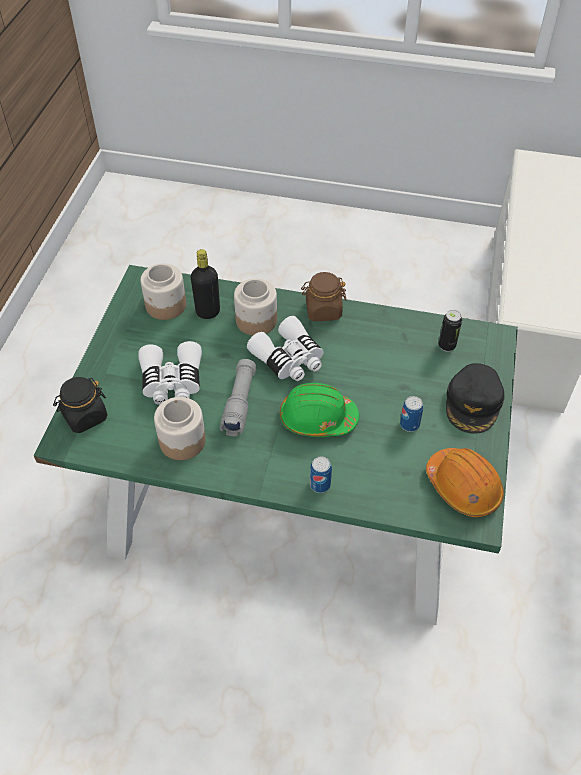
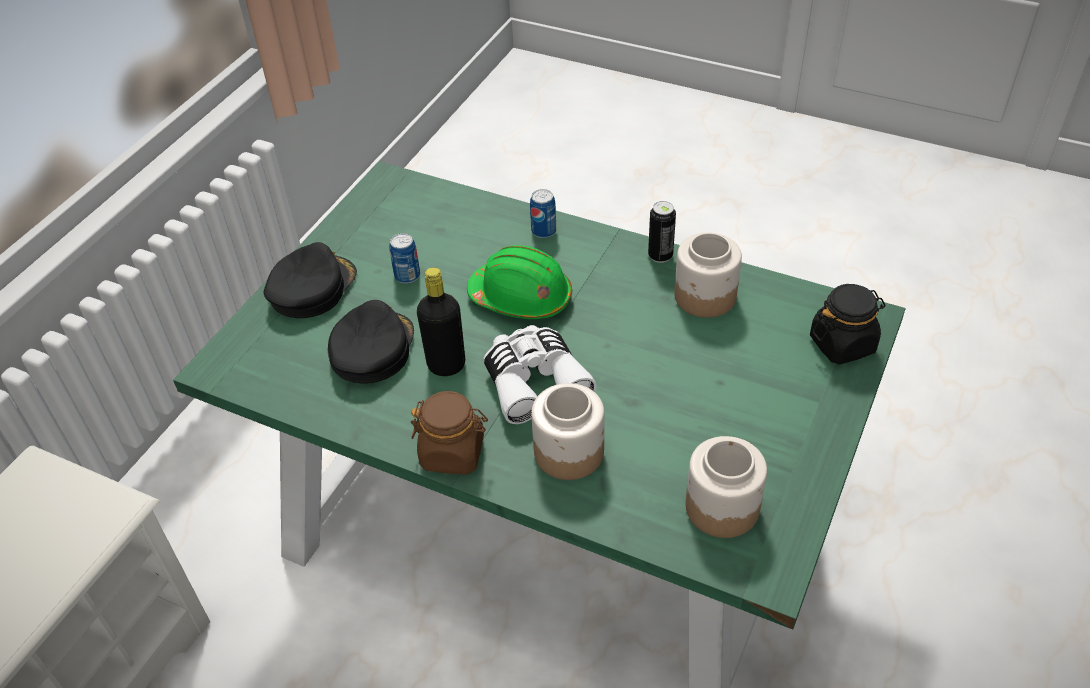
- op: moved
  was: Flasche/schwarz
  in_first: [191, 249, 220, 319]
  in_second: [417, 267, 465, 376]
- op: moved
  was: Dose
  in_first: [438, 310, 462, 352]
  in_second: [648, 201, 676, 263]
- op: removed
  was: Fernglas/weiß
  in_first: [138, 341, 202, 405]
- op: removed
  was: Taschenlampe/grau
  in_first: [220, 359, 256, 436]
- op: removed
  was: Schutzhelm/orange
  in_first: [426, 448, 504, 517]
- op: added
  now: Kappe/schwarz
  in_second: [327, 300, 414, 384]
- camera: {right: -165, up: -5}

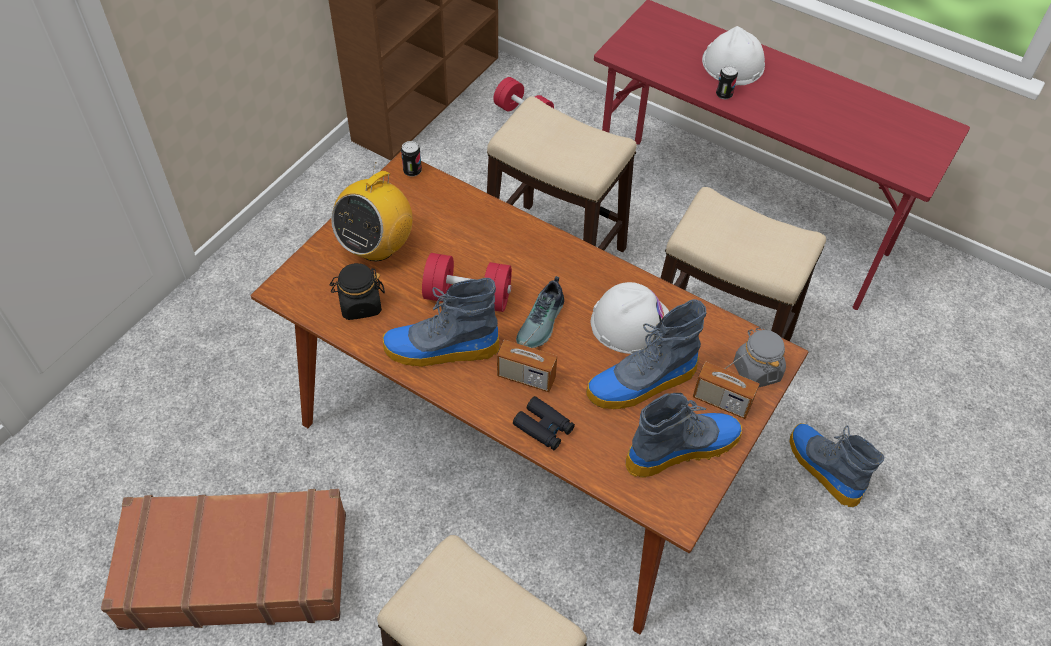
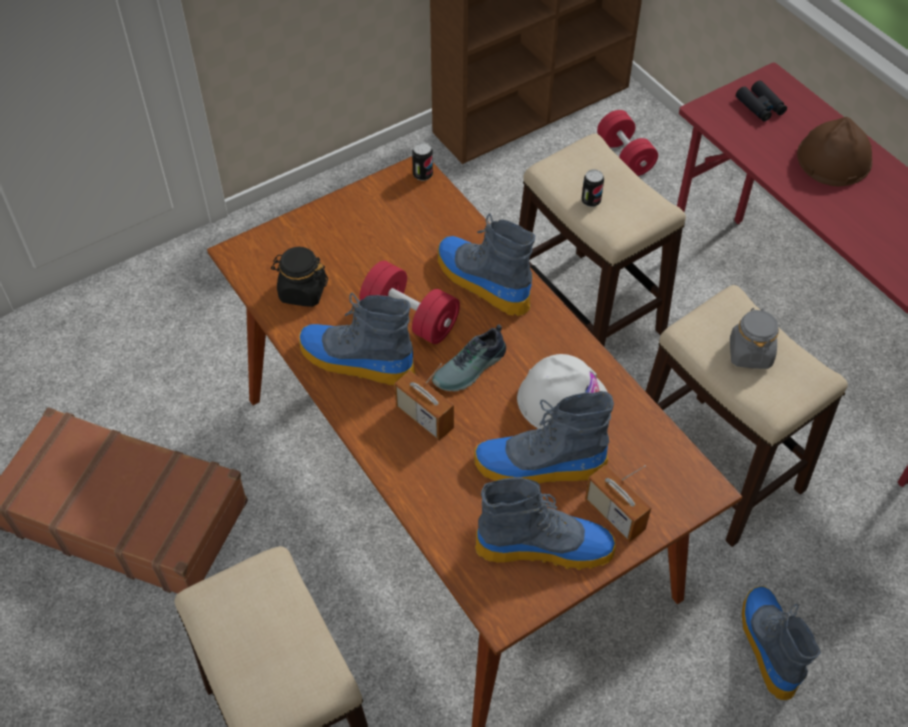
- op: recoloured
  was: Schutzhelm/weiß
  now: Schutzhelm/braun
  in_first: [702, 26, 765, 86]
  in_second: [797, 117, 872, 186]
- op: moved
  was: Dose
  in_first: [716, 65, 738, 99]
  in_second: [581, 169, 604, 207]
- op: removed
  was: Radio
  in_first: [331, 162, 413, 261]
- op: moved
  was: Vorratsglas/grau
  in_first: [733, 327, 786, 388]
  in_second: [730, 308, 779, 369]
- op: moved
  was: Fernglas/schwarz
  in_first: [513, 396, 575, 450]
  in_second: [736, 80, 787, 122]
- op: added
  now: Stiefel
  in_second: [438, 213, 535, 316]
- camera: {right: 25, up: 0}

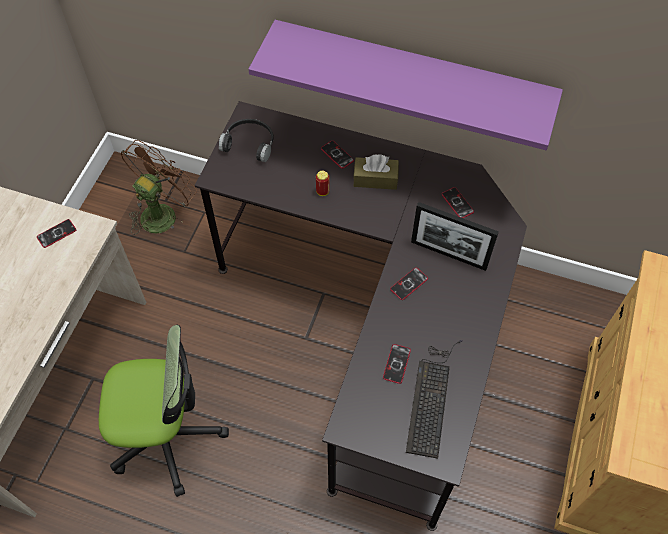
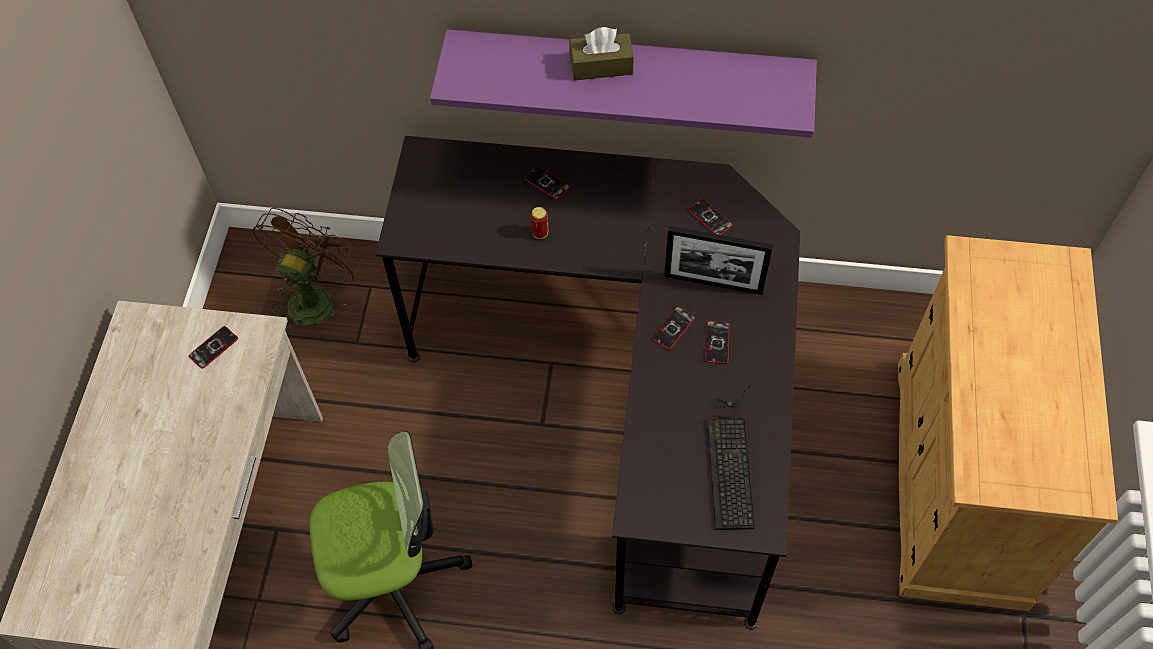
- op: removed
  was: Kopfhörer/schwarz
  in_first: [219, 119, 274, 162]
- op: moved
  was: Taschentuchbox/braun
  in_first: [353, 154, 399, 190]
  in_second: [569, 27, 634, 81]
- op: moved
  was: Handy
  in_first: [383, 344, 411, 384]
  in_second: [705, 321, 730, 364]
- camera: {right: -10, up: 0}

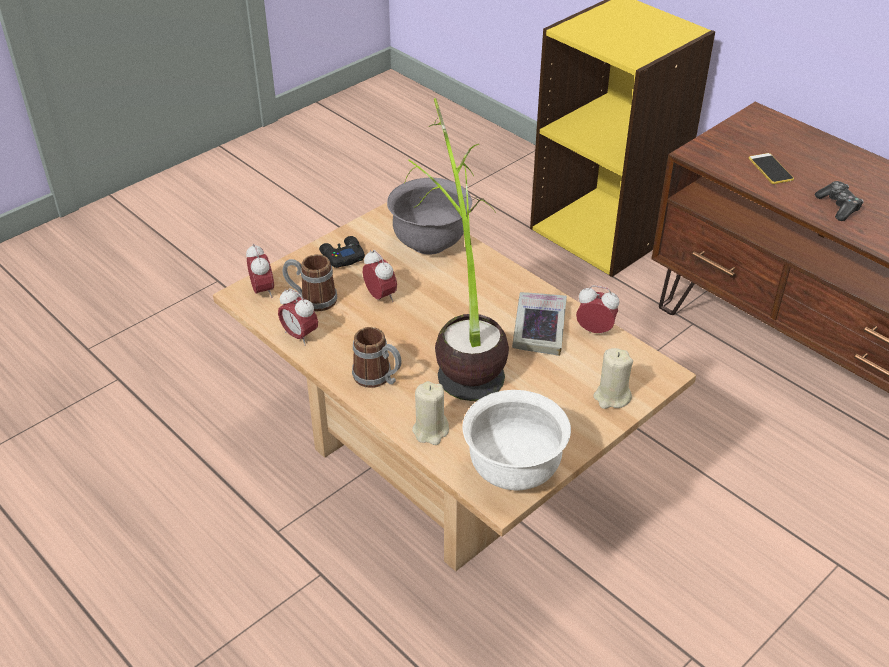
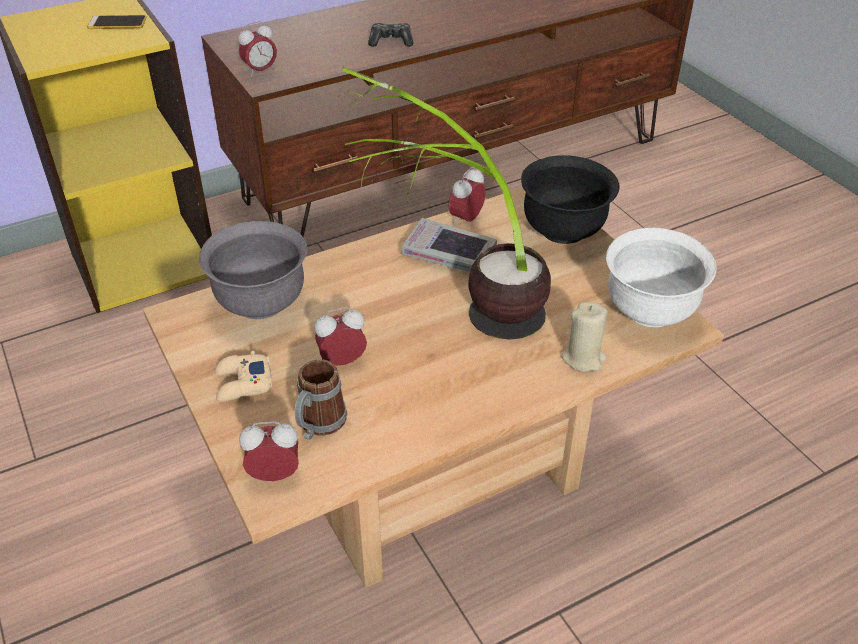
- op: moved
  was: Handy
  in_first: [749, 153, 794, 184]
  in_second: [87, 15, 147, 29]
- op: recoloured
  was: Gamepad/schwarz
  now: Gamepad/beige
  in_first: [319, 236, 365, 268]
  in_second: [215, 351, 272, 402]
- op: moved
  was: Wecker
  in_first: [278, 288, 318, 346]
  in_second: [238, 21, 277, 77]
- op: removed
  was: Henkelbecher
  in_first: [352, 327, 401, 388]
- op: replaced
  was: Kerze/beige
  now: Schüssel/schwarz
  in_first: [593, 348, 633, 409]
  in_second: [521, 155, 620, 244]
- camera: {right: -75, up: 0}

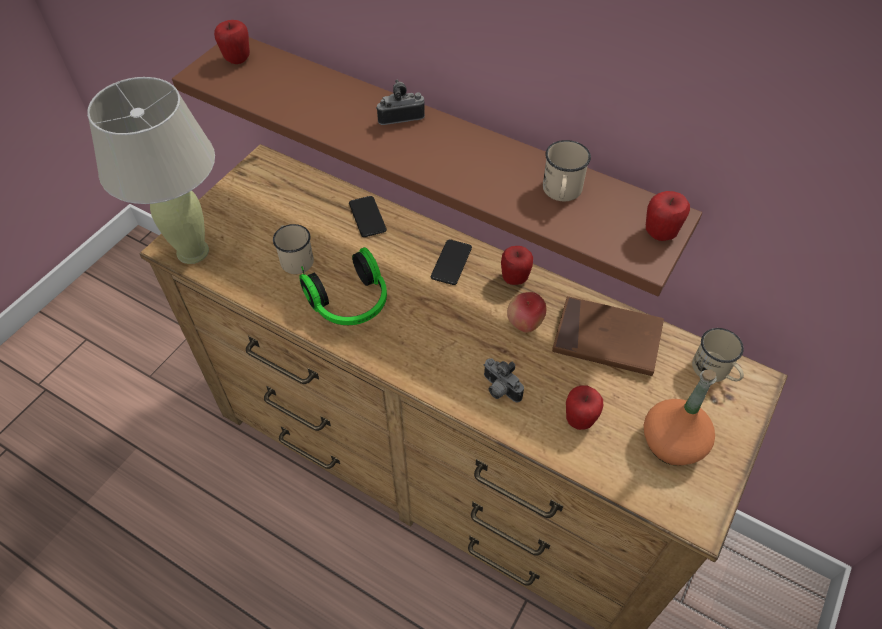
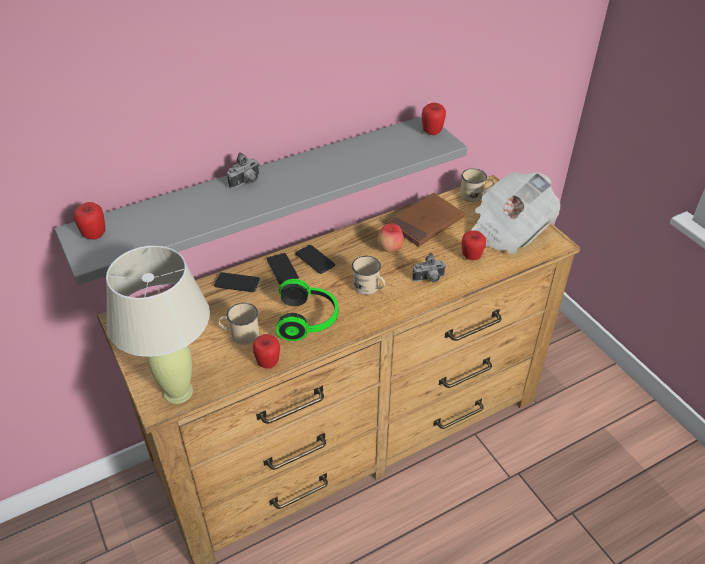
- op: recoloured
  was: Wandregal/braun
  now: Wandregal/grau
  in_first: [172, 37, 702, 296]
  in_second: [55, 116, 467, 285]
- op: turned
  was: Kamera
  in_first: [376, 80, 425, 125]
  in_second: [227, 152, 259, 188]
  clockwise: -150
- op: moved
  was: Henkelbecher/beige
  in_first: [543, 140, 591, 201]
  in_second: [352, 256, 385, 295]
- op: moved
  was: Apfel
  in_first: [501, 246, 533, 285]
  in_second: [253, 334, 280, 369]
- op: replaced
  was: Flasche/orange
  now: Zeitung
  in_first: [644, 369, 717, 466]
  in_second: [470, 172, 560, 254]
- op: added
  now: Handy
  in_second: [267, 253, 299, 284]
- camera: {right: -60, up: -10}

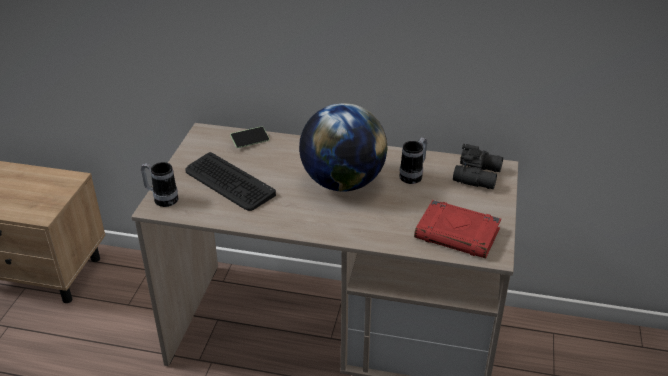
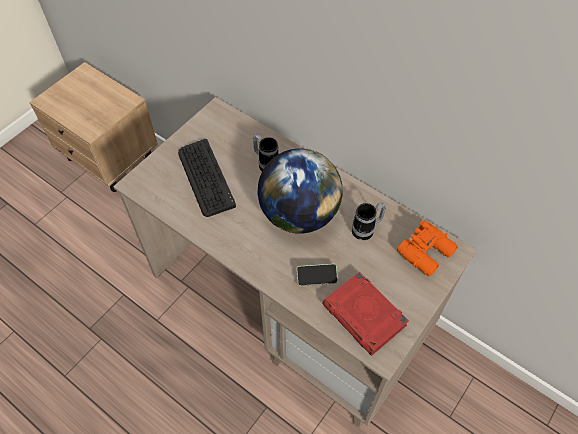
- op: moved
  was: Handy
  in_first: [230, 126, 270, 148]
  in_second: [297, 264, 338, 286]
- op: recoloured
  was: Fernglas/schwarz
  now: Fernglas/orange
  in_first: [453, 144, 503, 189]
  in_second: [397, 220, 458, 277]
- op: moved
  was: Henkelbecher
  in_first: [141, 162, 178, 207]
  in_second: [253, 134, 278, 171]
- camera: {right: 25, up: 20}

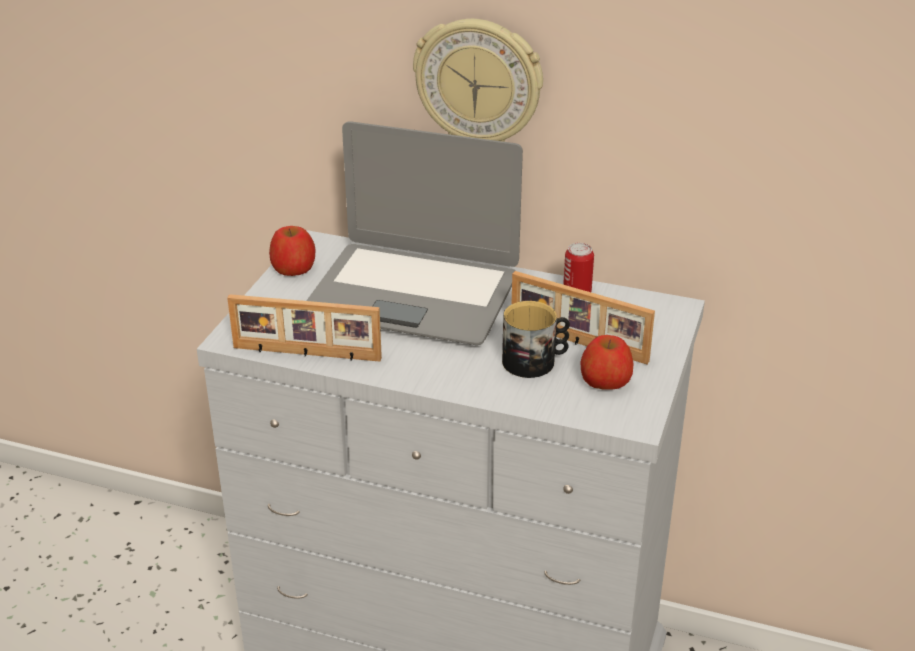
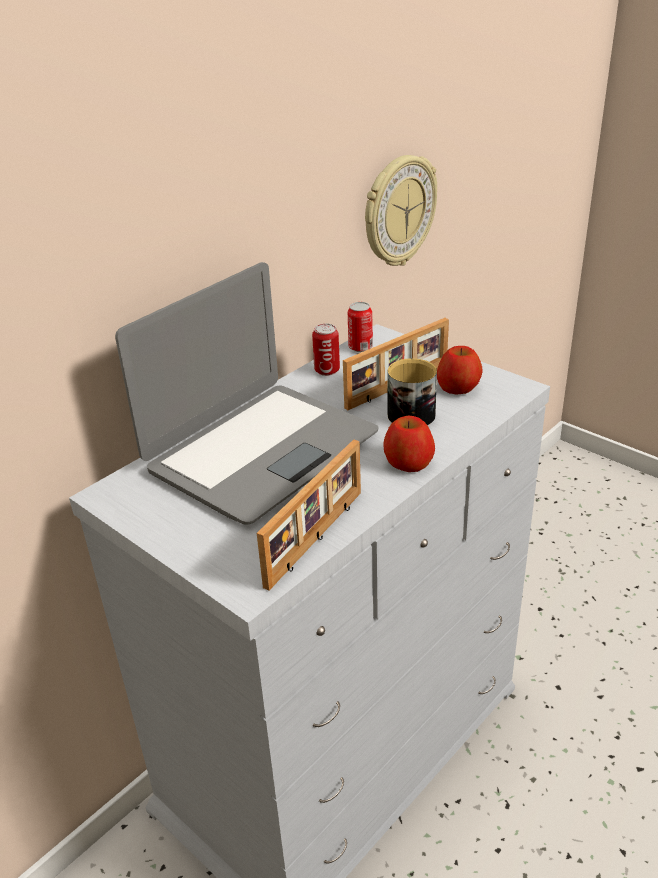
- op: moved
  was: Wanduhr
  in_first: [413, 19, 543, 142]
  in_second: [365, 155, 437, 266]
- op: moved
  was: Apfel
  in_first: [269, 226, 315, 276]
  in_second: [383, 415, 435, 472]
- op: added
  now: Dose
  in_second: [348, 302, 373, 352]
- camera: {right: -65, up: 0}

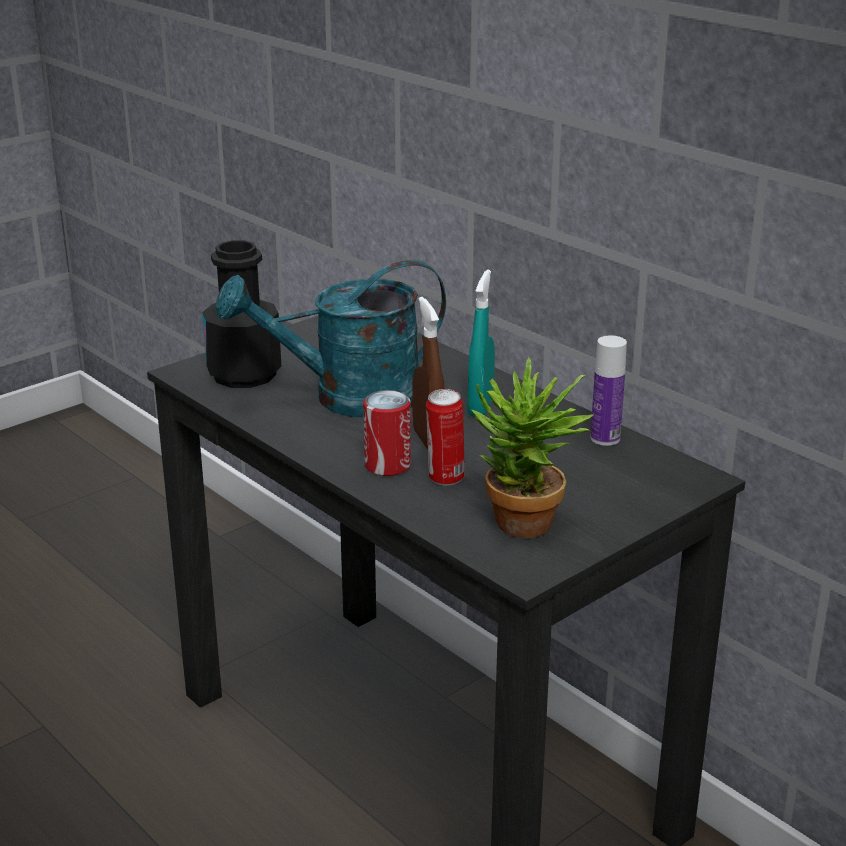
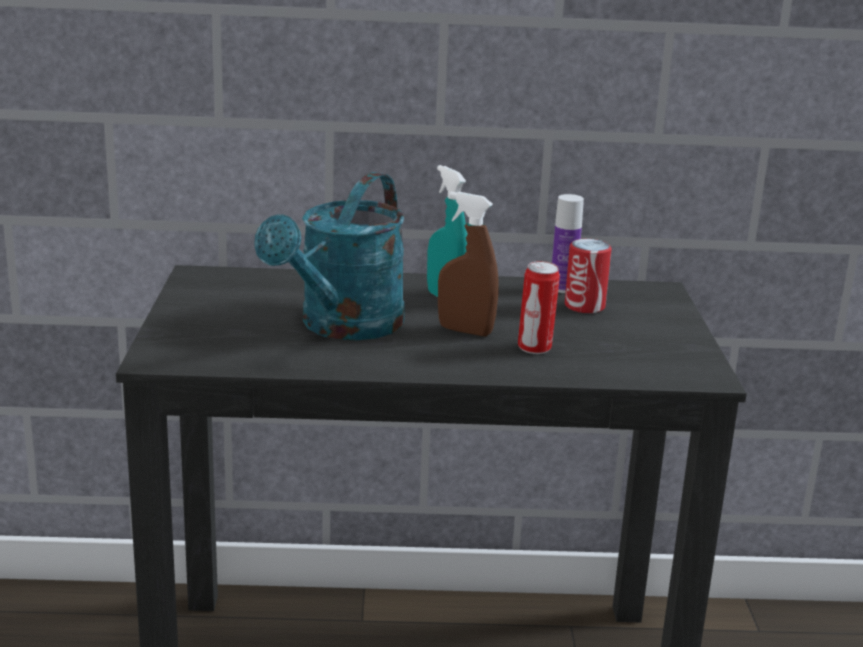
- op: removed
  was: Flasche/schwarz
  in_first: [202, 240, 281, 388]
- op: removed
  was: Topfpflanze
  in_first: [471, 358, 594, 538]
- op: moved
  was: Dose
  in_first: [363, 390, 411, 476]
  in_second: [565, 239, 612, 313]
- camera: {right: -50, up: -5}

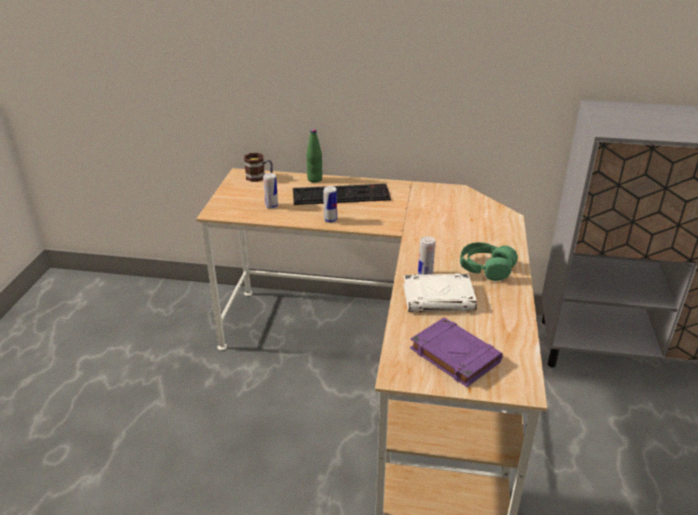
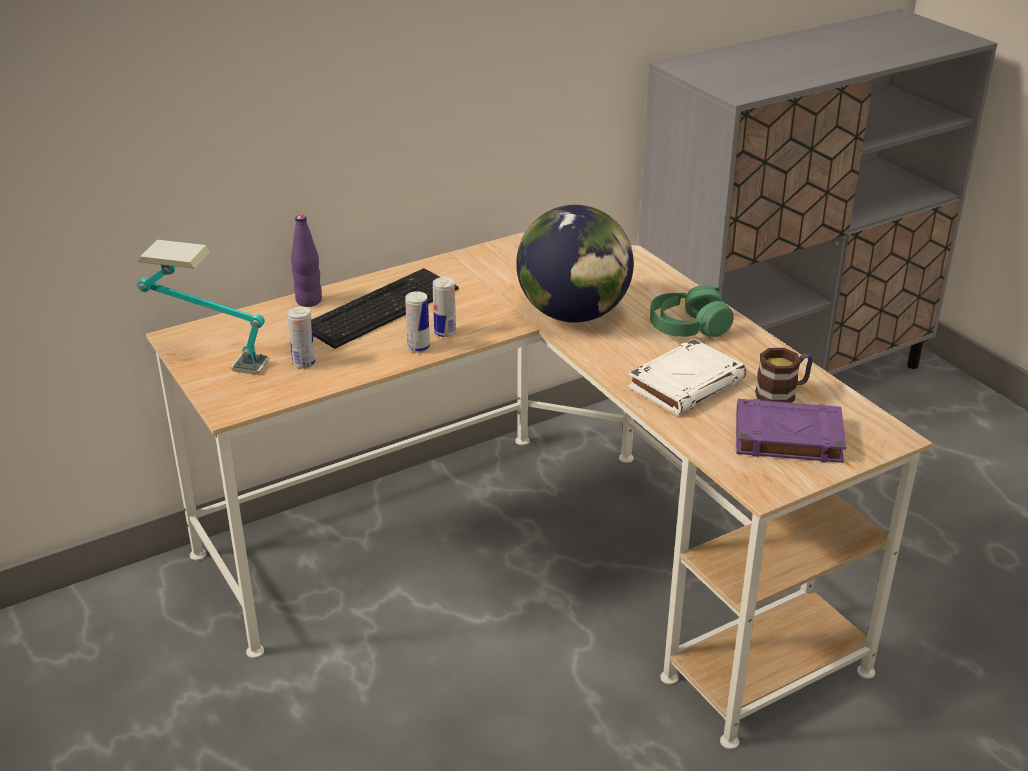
- op: recoloured
  was: Flasche/grün
  now: Flasche/lila
  in_first: [306, 129, 323, 183]
  in_second: [291, 215, 322, 307]
- op: moved
  was: Henkelbecher
  in_first: [244, 153, 273, 182]
  in_second: [755, 348, 813, 403]
- op: moved
  was: Dose
  in_first: [418, 236, 436, 275]
  in_second: [432, 277, 456, 337]
- op: added
  now: Globus
  in_second: [516, 205, 634, 323]
- op: added
  now: Tischlampe
  in_second: [137, 239, 270, 375]
- camera: {right: -40, up: 0}

